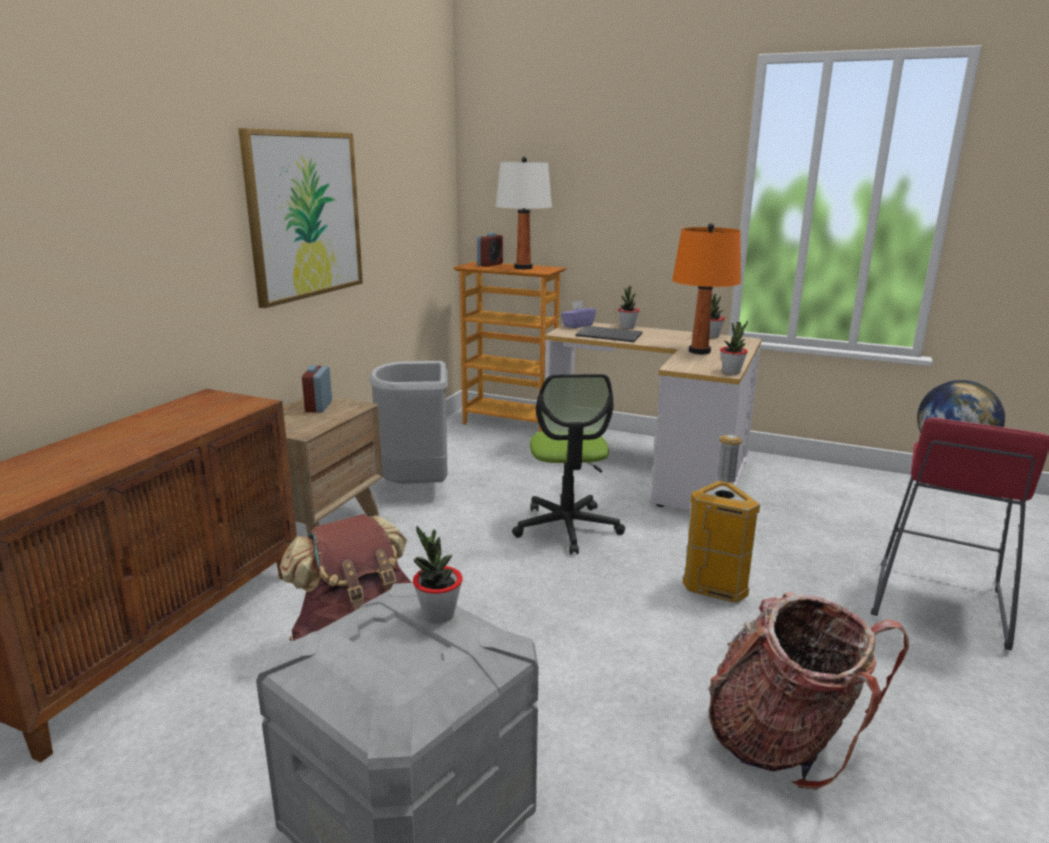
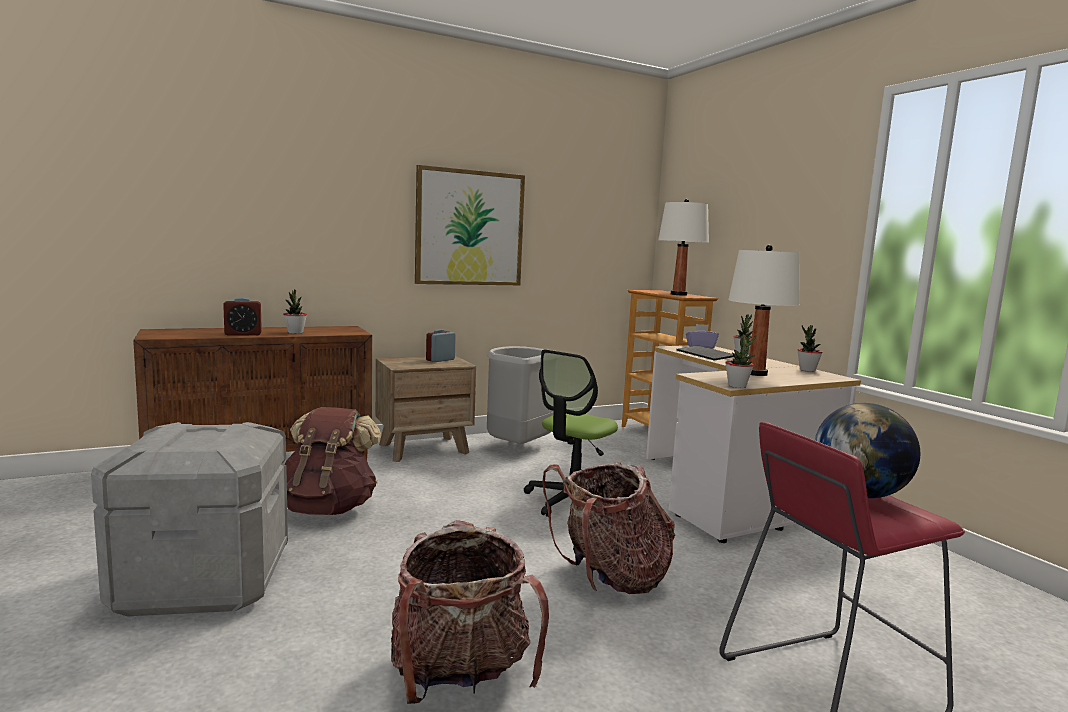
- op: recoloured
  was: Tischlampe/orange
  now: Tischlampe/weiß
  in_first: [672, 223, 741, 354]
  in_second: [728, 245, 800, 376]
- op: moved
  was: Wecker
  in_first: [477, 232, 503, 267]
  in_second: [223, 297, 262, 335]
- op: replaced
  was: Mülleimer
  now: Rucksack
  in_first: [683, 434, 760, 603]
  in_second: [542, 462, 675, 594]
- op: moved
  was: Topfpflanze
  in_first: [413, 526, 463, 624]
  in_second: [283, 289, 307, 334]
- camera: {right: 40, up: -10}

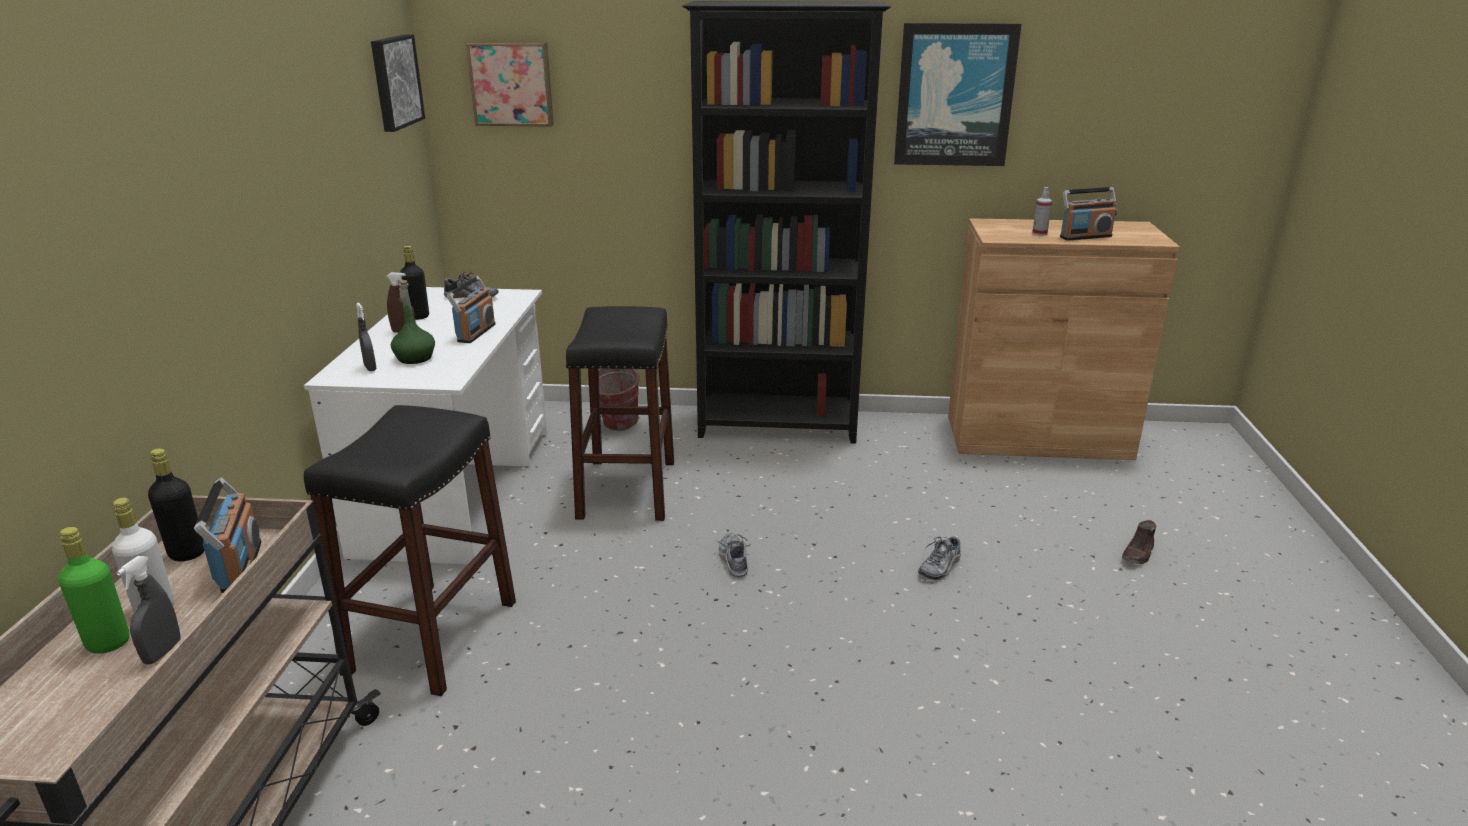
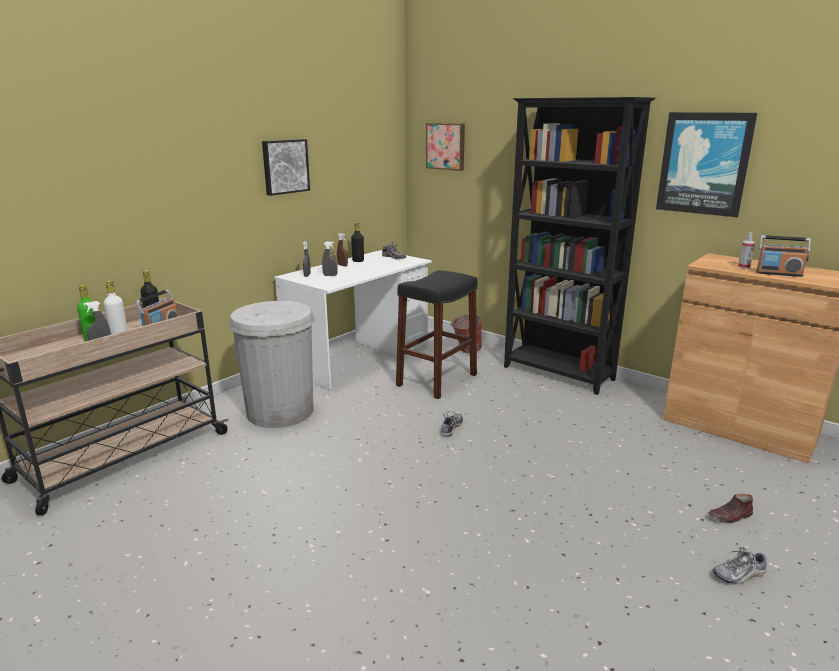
- op: moved
  was: Bild
  in_first: [371, 35, 425, 132]
  in_second: [262, 139, 310, 196]
- op: removed
  was: Radio
  in_first: [446, 276, 496, 343]
- op: replaced
  was: Flasche/grün
  now: Sprühflasche/grau
  in_first: [391, 280, 435, 364]
  in_second: [322, 242, 338, 276]
- op: replaced
  was: Hocker/schwarz
  now: Mülleimer/weiß
  in_first: [304, 405, 516, 696]
  in_second: [229, 301, 315, 428]
- op: moved
  was: Schuh
  in_first: [918, 534, 961, 580]
  in_second: [712, 547, 767, 586]
- camera: {right: 35, up: -5}

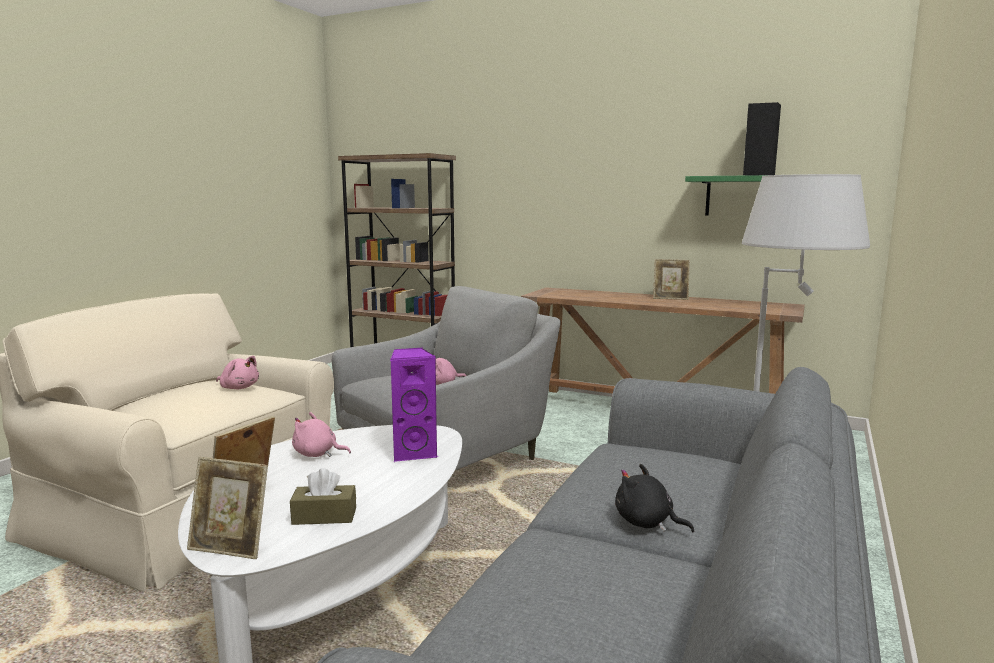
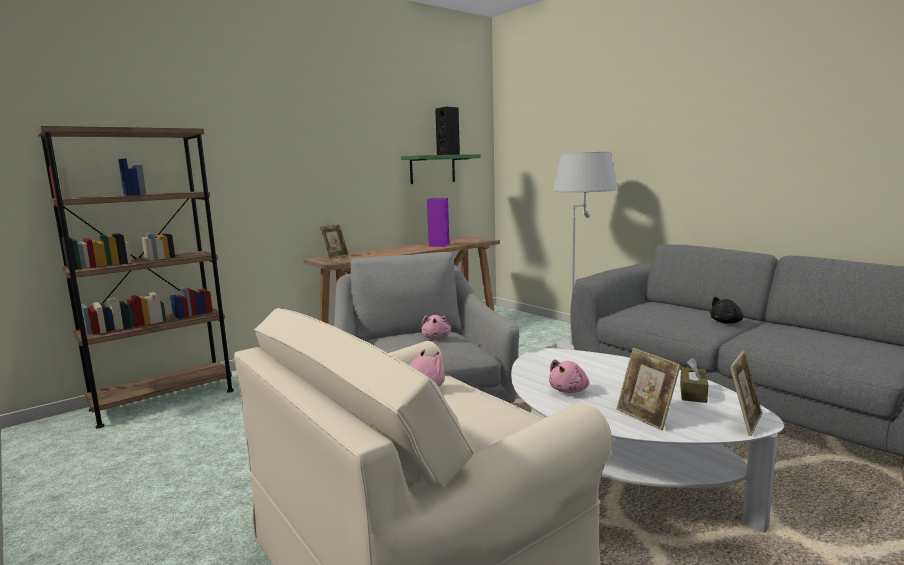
- op: moved
  was: Bilderrahmen
  in_first: [653, 259, 690, 300]
  in_second: [319, 224, 349, 259]
- op: moved
  was: Lautsprecher/lila
  in_first: [390, 348, 438, 462]
  in_second: [427, 198, 449, 247]
- camera: {right: -65, up: 0}

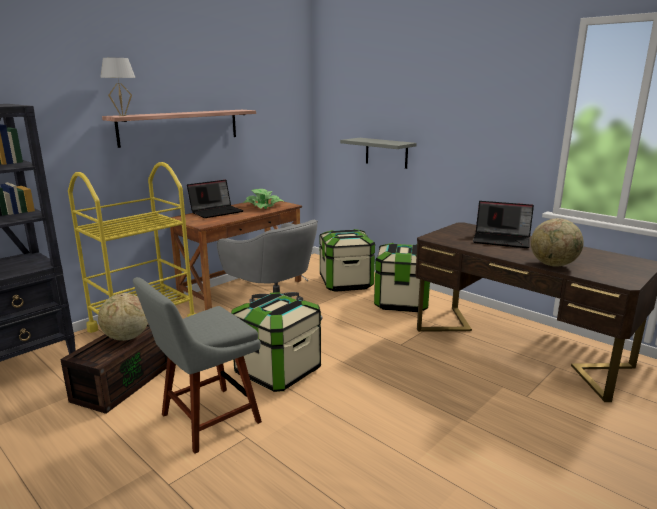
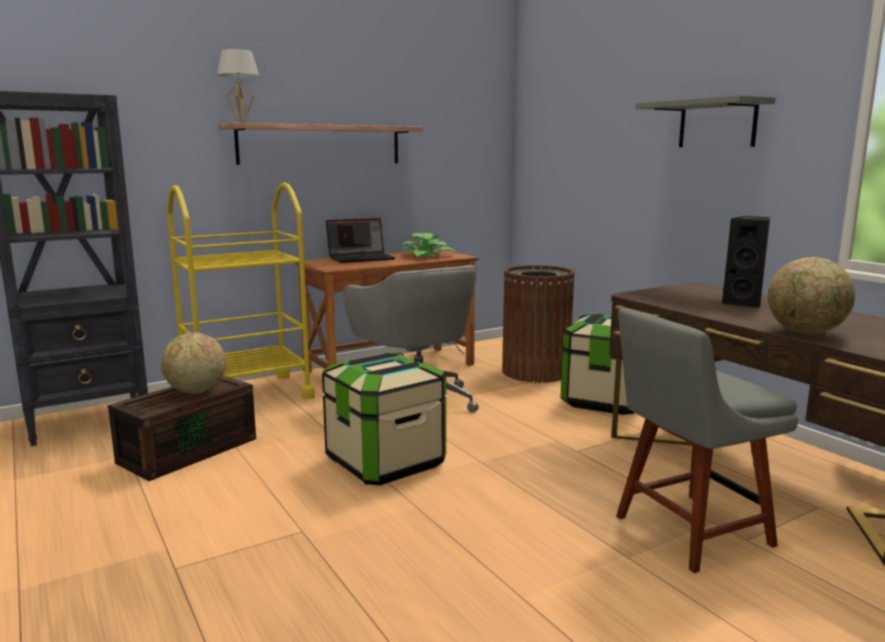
- op: moved
  was: Wandregal/grau
  in_first: [340, 138, 417, 169]
  in_second: [635, 95, 776, 147]
- op: replaced
  was: Laptop
  now: Lautsprecher/schwarz
  in_first: [473, 201, 534, 248]
  in_second: [722, 216, 770, 308]
- op: replaced
  was: Aufbewahrungsbox
  now: Mülleimer/braun
  in_first: [320, 229, 375, 292]
  in_second: [502, 265, 575, 383]
- op: moved
  was: Stuhl/grau
  in_first: [133, 277, 262, 454]
  in_second: [616, 308, 798, 573]
- camera: {right: 15, up: -5}

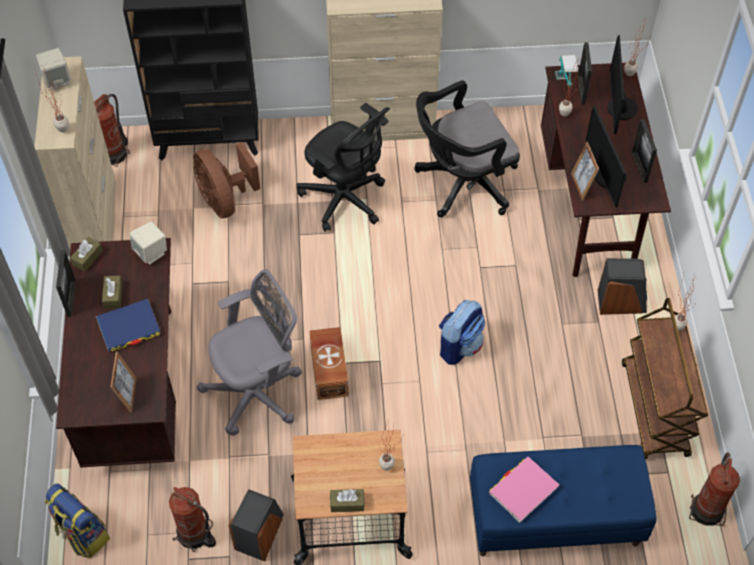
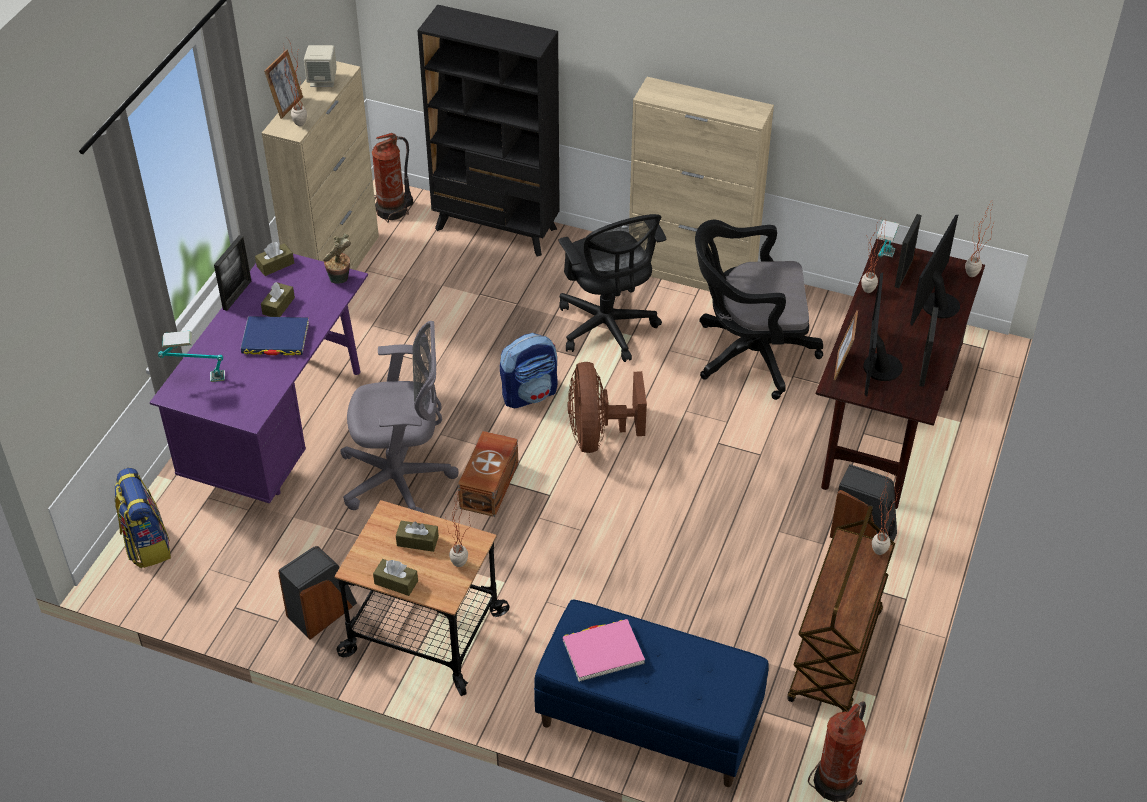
- op: moved
  was: Ventilator/braun
  in_first: [193, 142, 260, 218]
  in_second: [568, 362, 647, 453]
- op: replaced
  was: Lautsprecher/beige
  now: Topfpflanze
  in_first: [130, 221, 167, 265]
  in_second: [323, 233, 351, 284]
- op: recoloured
  was: Schreibtisch/braun
  now: Schreibtisch/lila
  in_first: [56, 238, 176, 468]
  in_second: [149, 254, 368, 504]
- op: moved
  was: Rucksack
  in_first: [439, 300, 485, 365]
  in_second: [500, 333, 558, 408]
- op: moved
  was: Bilderrahmen
  in_first: [111, 352, 137, 413]
  in_second: [264, 49, 303, 119]
- op: removed
  was: Feuerlöscher
  in_first: [169, 487, 216, 552]
- op: added
  now: Tischlampe
  in_second: [158, 331, 225, 382]
- op: added
  now: Taschentuchbox/braun
  in_second: [396, 521, 439, 552]
- camera: {right: 25, up: -10}

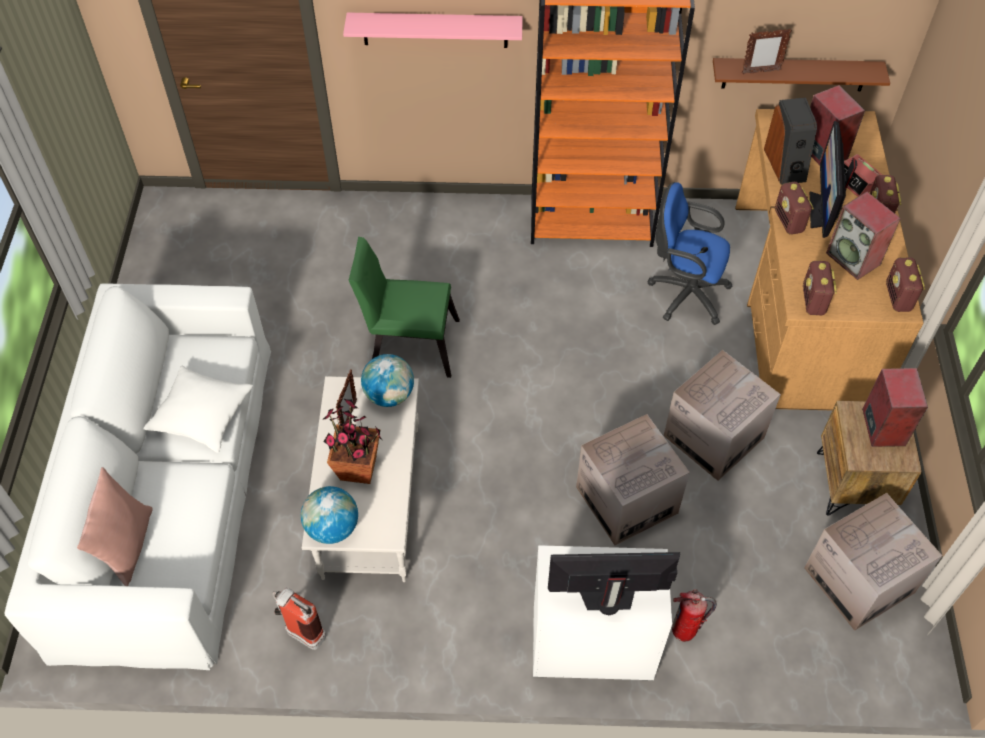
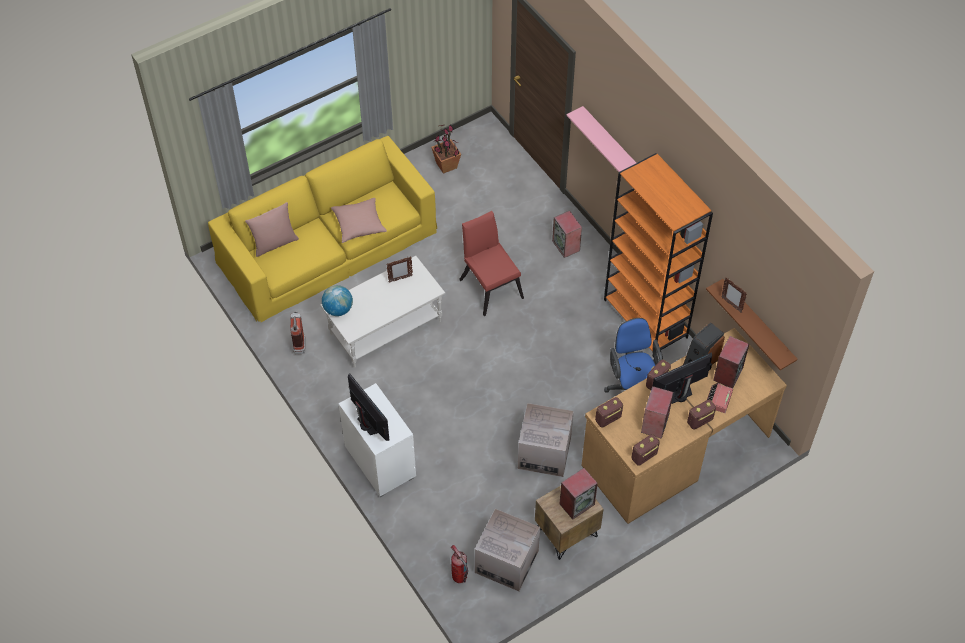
- op: recoloured
  was: Stuhl/grün
  now: Stuhl/rot
  in_first: [349, 237, 460, 378]
  in_second: [459, 211, 524, 316]
- op: recoloured
  was: Sofa/weiß
  now: Sofa/gelb
  in_first: [4, 283, 271, 670]
  in_second: [208, 136, 437, 322]
- op: removed
  was: Globus
  in_first: [361, 354, 414, 407]
- op: recoloured
  was: Kissen/weiß
  now: Kissen/rosa
  in_first: [144, 366, 253, 453]
  in_second: [331, 198, 387, 243]
- op: moved
  was: Topfpflanze
  in_first: [322, 399, 382, 484]
  in_second: [431, 125, 461, 174]
- op: removed
  was: Karton
  in_first: [576, 414, 690, 546]
- op: moved
  was: Feuerlöscher
  in_first: [672, 589, 717, 642]
  in_second: [450, 545, 468, 583]
- op: added
  now: Lautsprecher
  in_second: [552, 211, 582, 258]
- camera: {right: 55, up: 0}

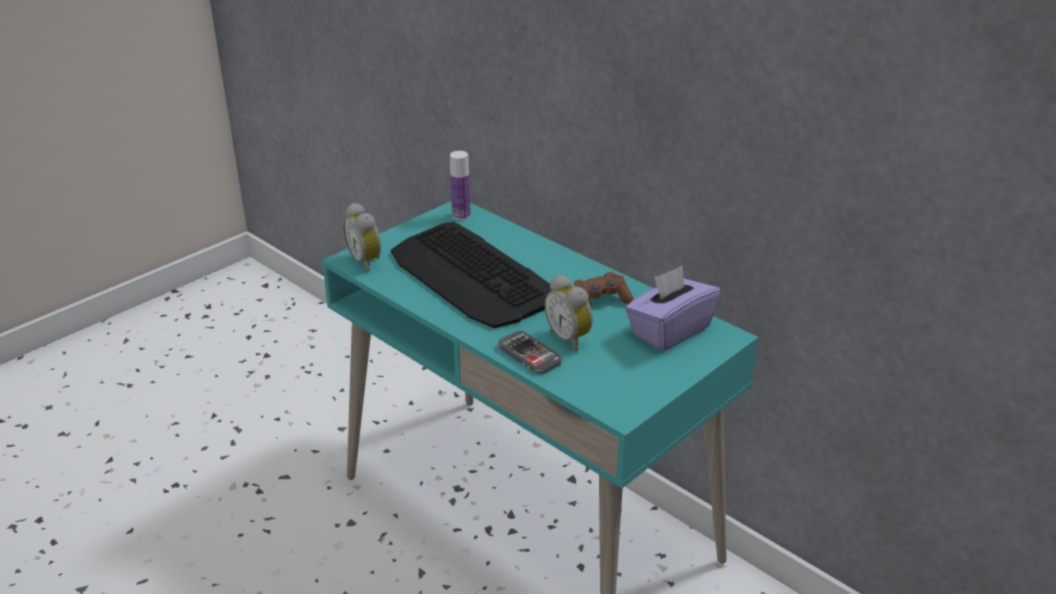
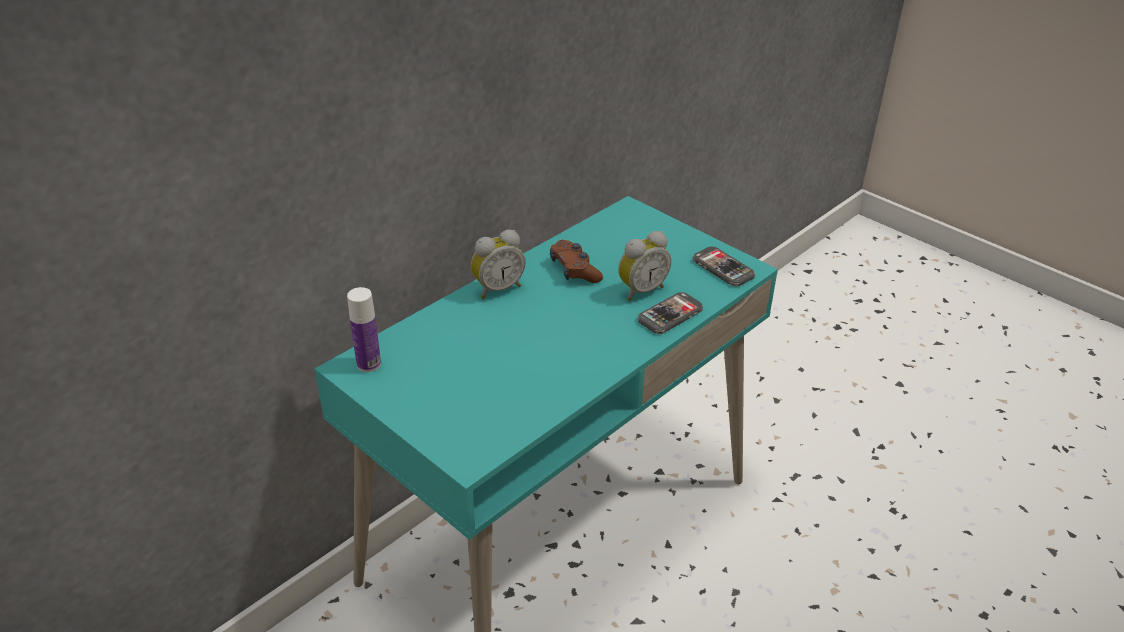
- op: moved
  was: Wecker
  in_first: [343, 203, 381, 272]
  in_second: [471, 230, 526, 299]
- op: removed
  was: Tastatur
  in_first: [391, 222, 555, 328]
- op: removed
  was: Taschentuchbox/lila
  in_first: [625, 266, 721, 352]
- op: added
  now: Handy
  in_second: [693, 247, 755, 286]
- camera: {right: -90, up: 5}

